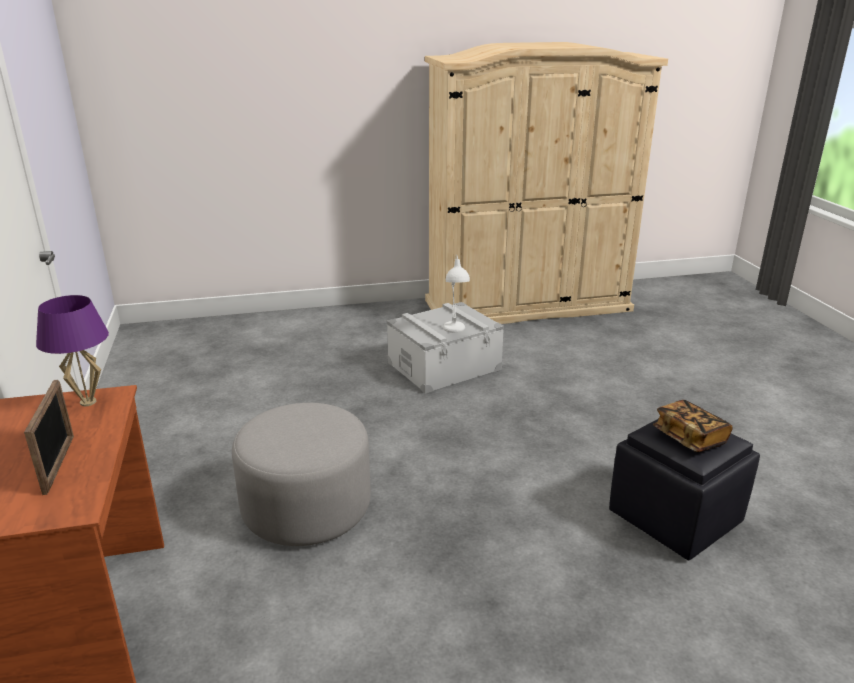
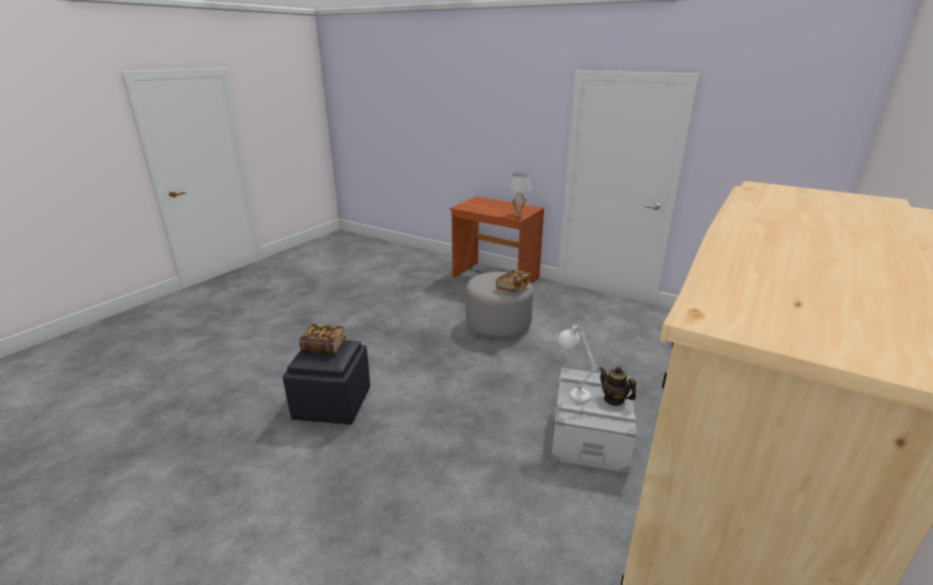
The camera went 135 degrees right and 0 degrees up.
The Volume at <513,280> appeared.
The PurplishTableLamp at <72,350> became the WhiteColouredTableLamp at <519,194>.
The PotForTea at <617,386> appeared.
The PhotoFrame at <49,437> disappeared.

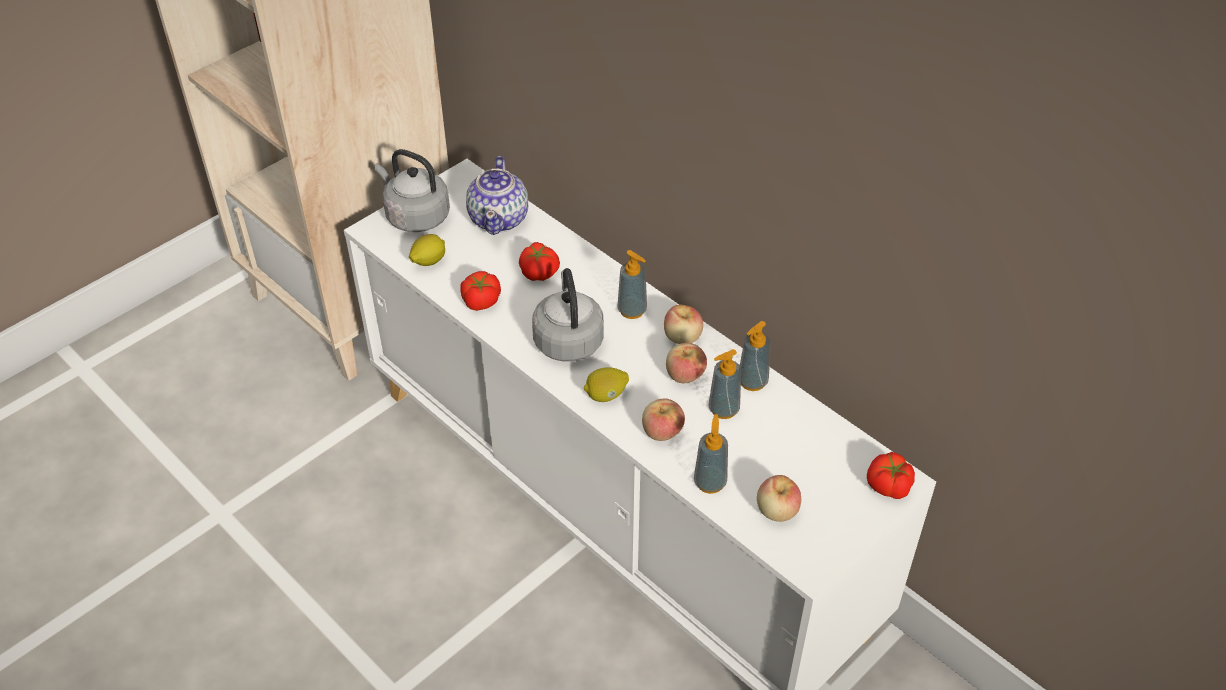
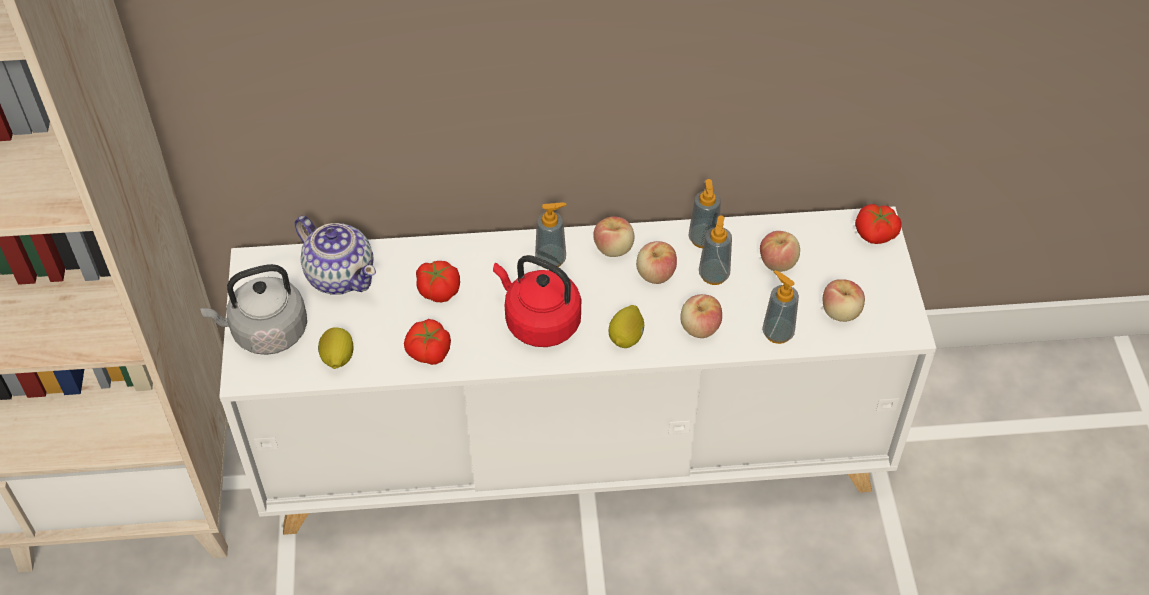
The camera went 50 degrees left and 5 degrees up.
The GreyTeaKettle at <568,315> became the ReddishTeaKettle at <537,301>.
The WholeApple at <780,251> appeared.

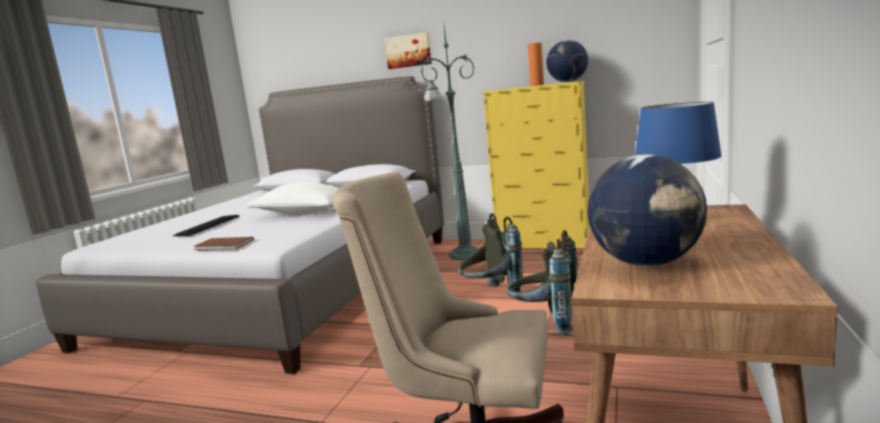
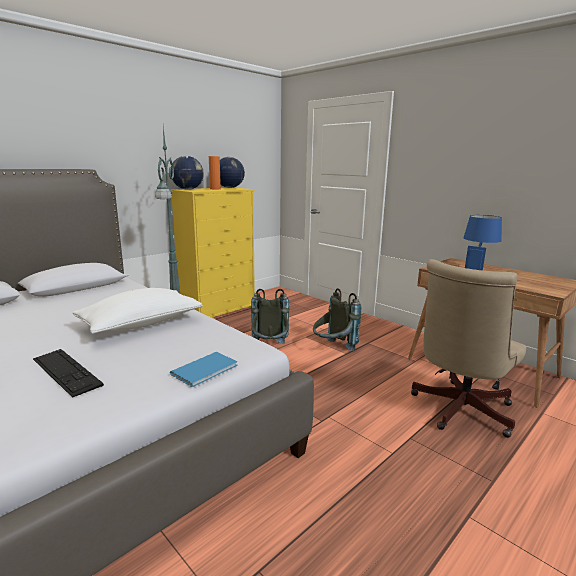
The camera went 65 degrees left and 5 degrees up.
The BrownVolume at <223,243> became the BlueVolume at <203,369>.
The DeskGlobe moved from <647,210> to <187,173>.
The WallArt at <408,50> disappeared.

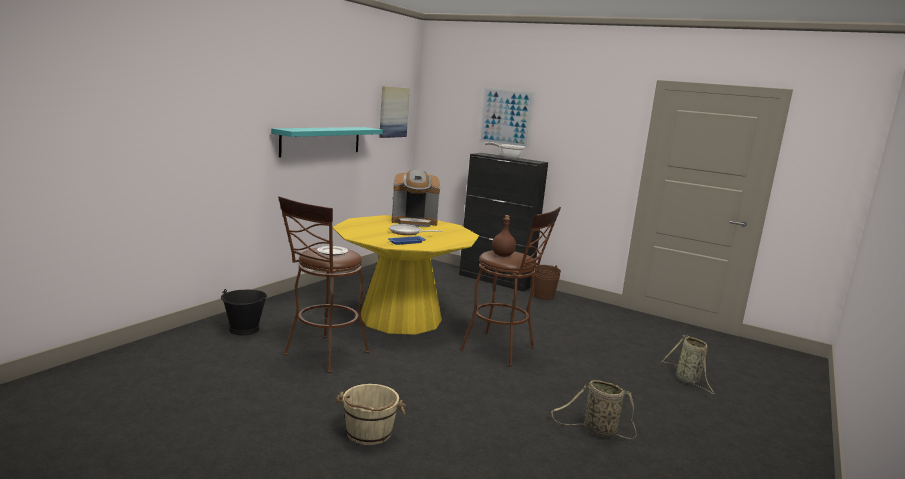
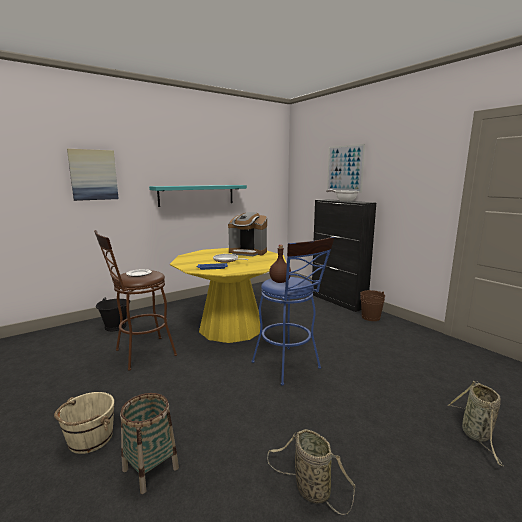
The camera went 25 degrees right and 0 degrees up.
The WallArt moved from <394,112> to <93,175>.
The StorageBasket at <149,443> appeared.
The BrownSittingStool at <510,286> became the BlueSittingStool at <293,311>.

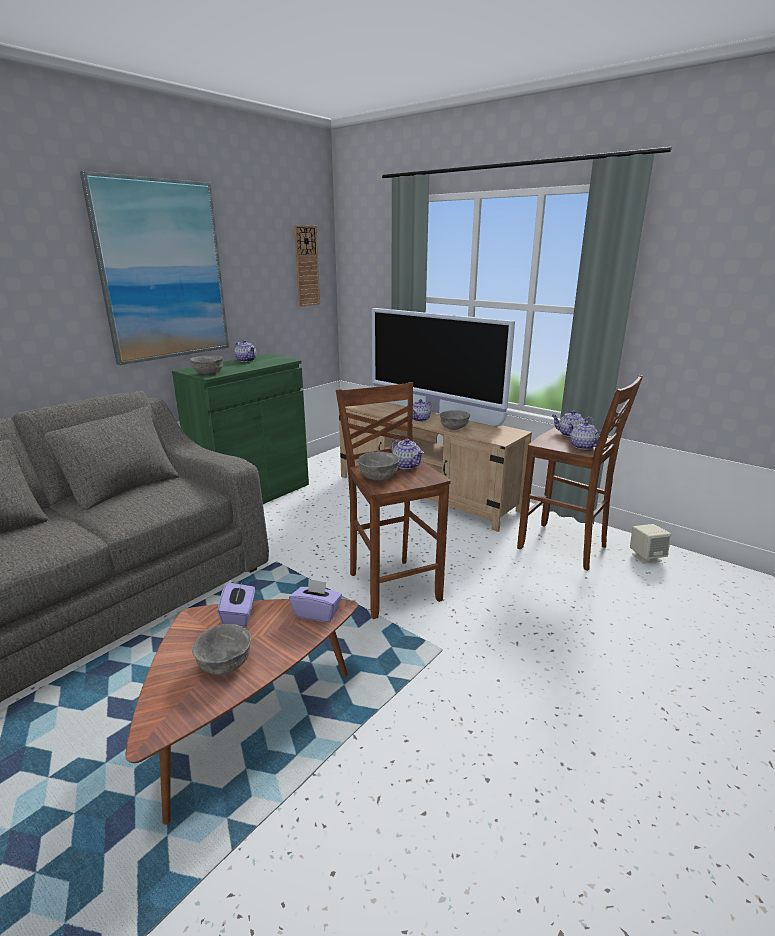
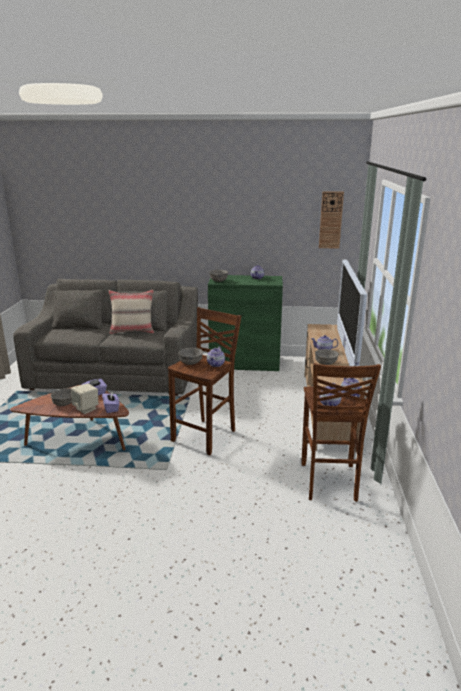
The camera went 55 degrees right and 0 degrees up.
The BeigeLoudspeaker moved from <650,544> to <84,398>.
The BeigeCushion at <131,312> appeared.
The WallArt at <154,268> disappeared.

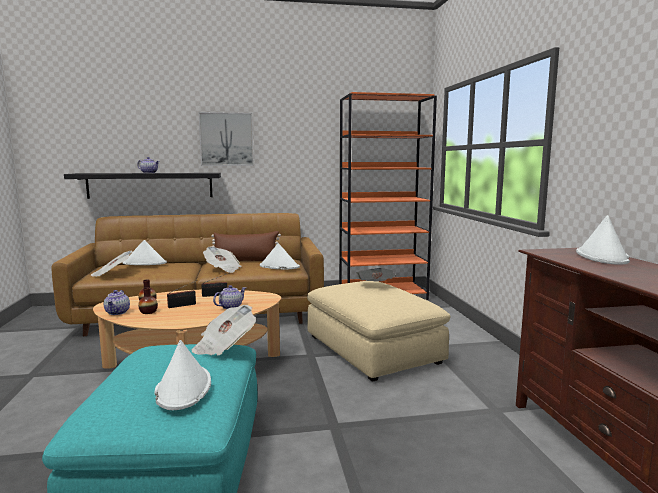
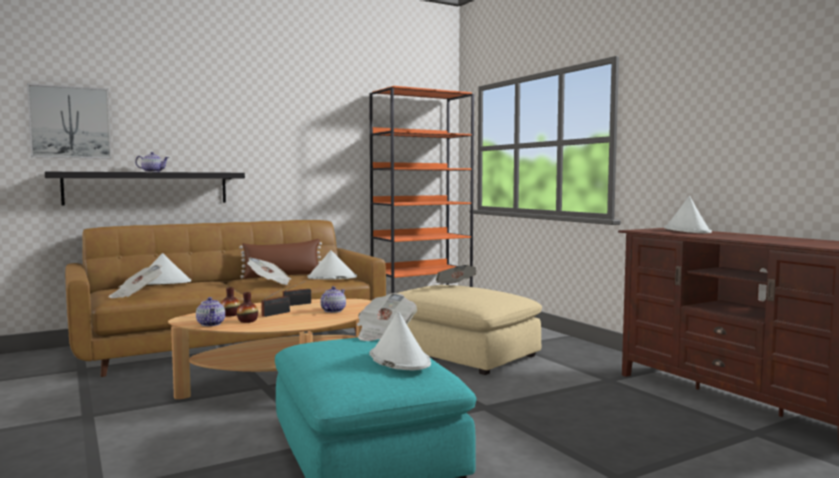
The camera went 20 degrees left and 5 degrees down.
The WallArt moved from <226,139> to <69,121>.

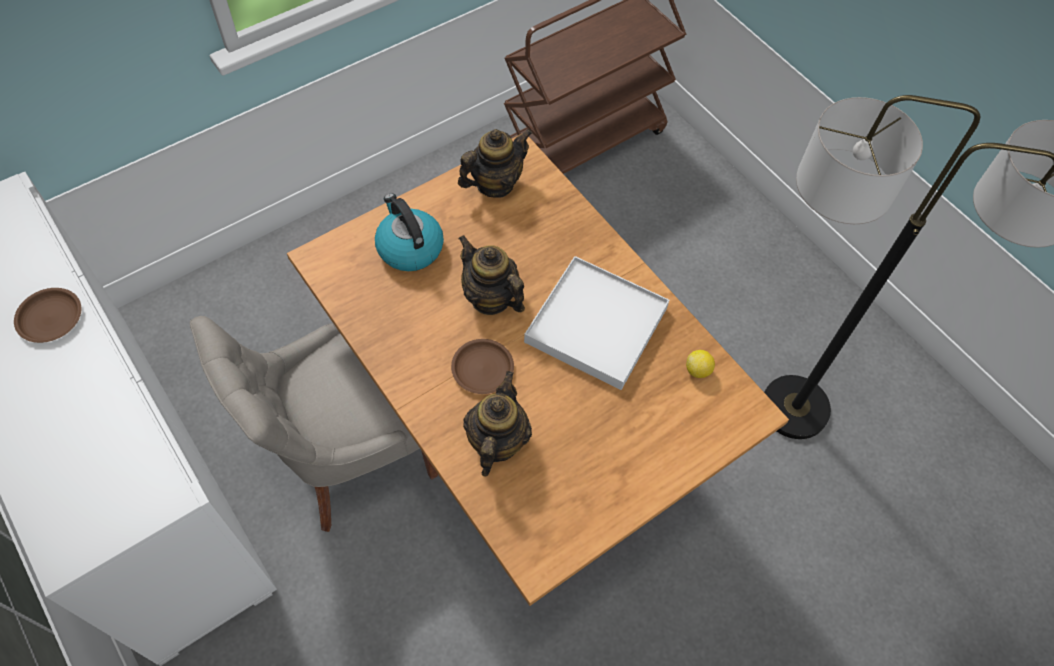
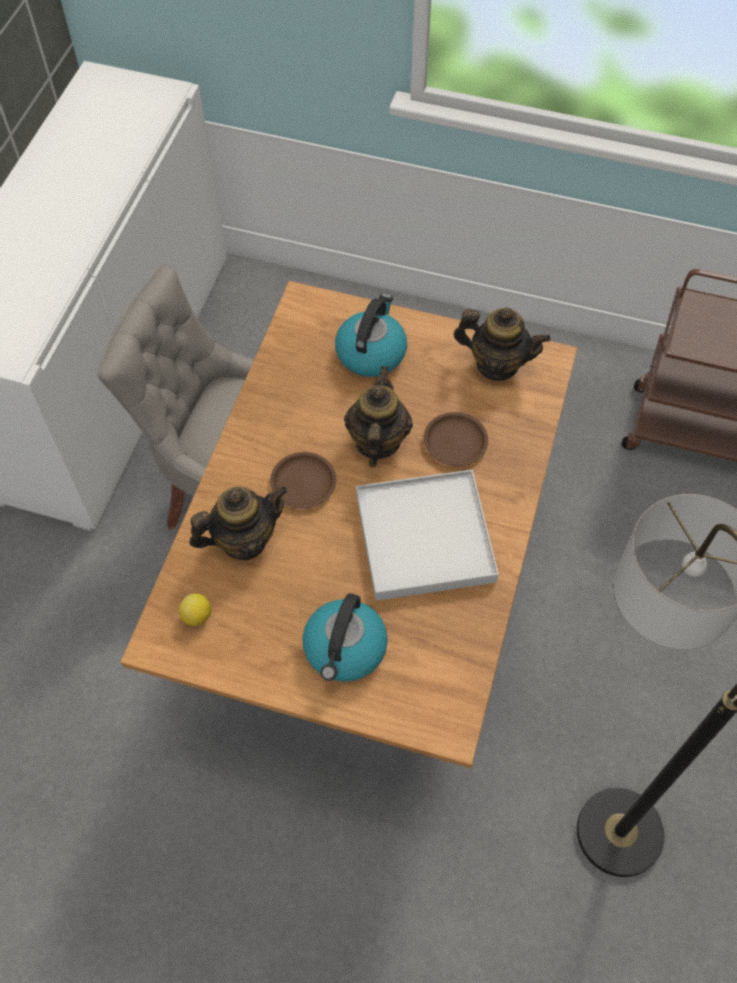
The camera went 55 degrees right and 0 degrees up.
The Lemon moved from <700,364> to <194,609>.
The TeaKettle at <345,637> appeared.
The BrownPlate moved from <48,315> to <455,439>.

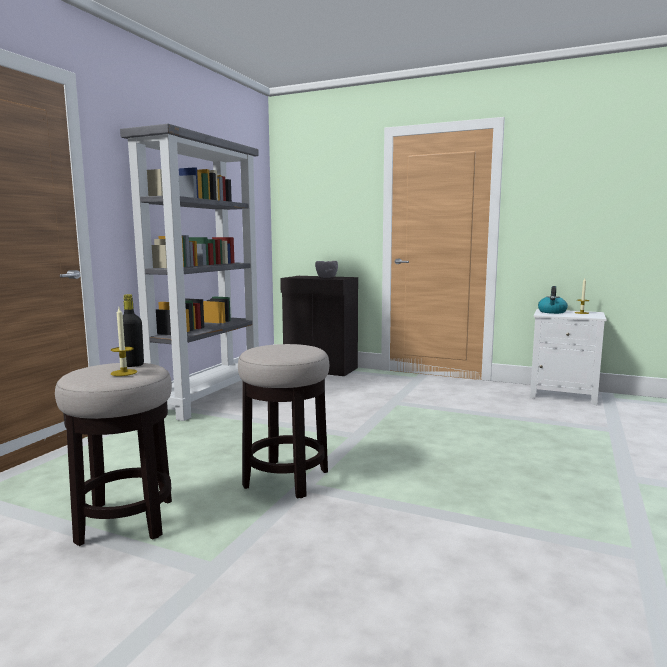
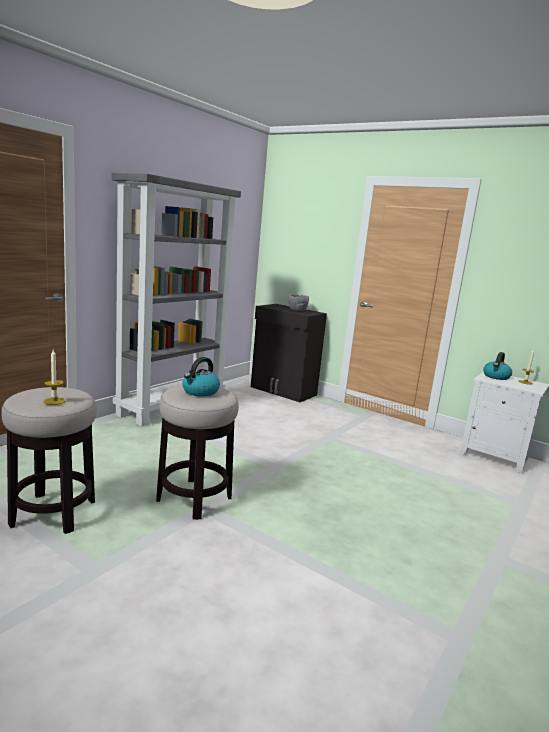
The camera went 10 degrees right and 5 degrees up.
The TeaKettle at <201,377> appeared.
The BlackColouredBeverageBottle at <133,330> disappeared.

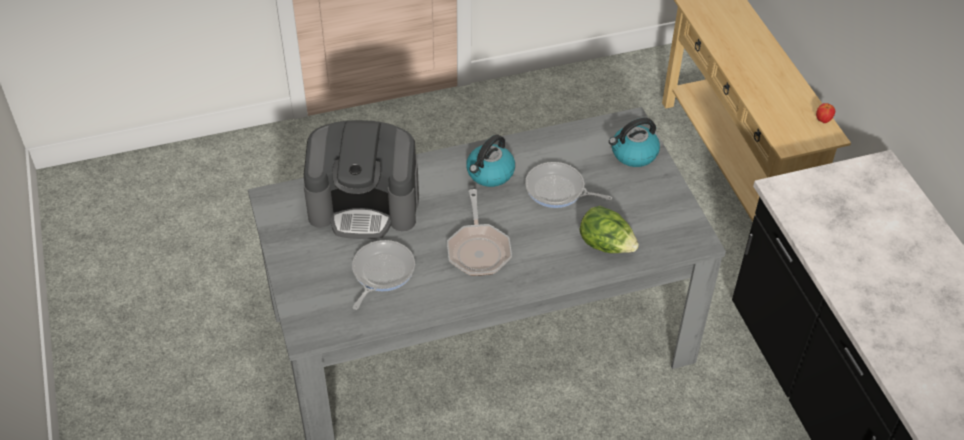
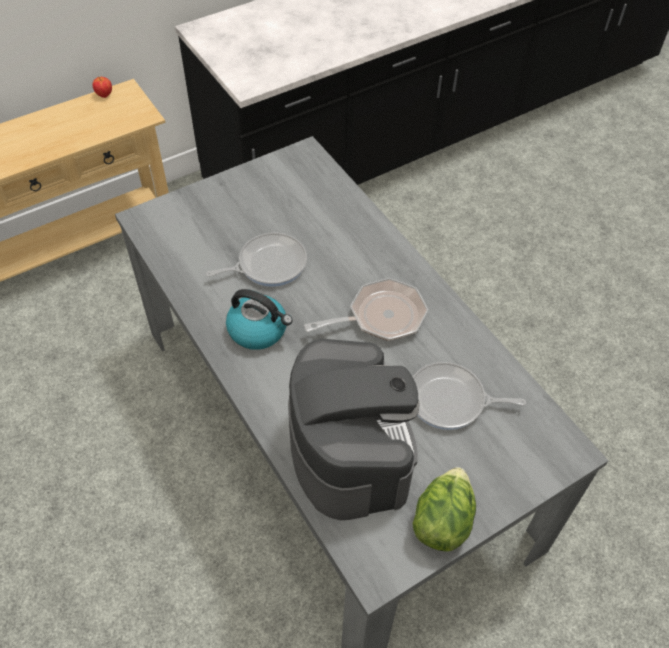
The camera went 105 degrees left and 5 degrees up.
The FryingPan at <568,185> turned 120 degrees counterclockwise.
The HeadOfLettuce moved from <609,229> to <444,509>.
The TeaKettle at <634,142> disappeared.

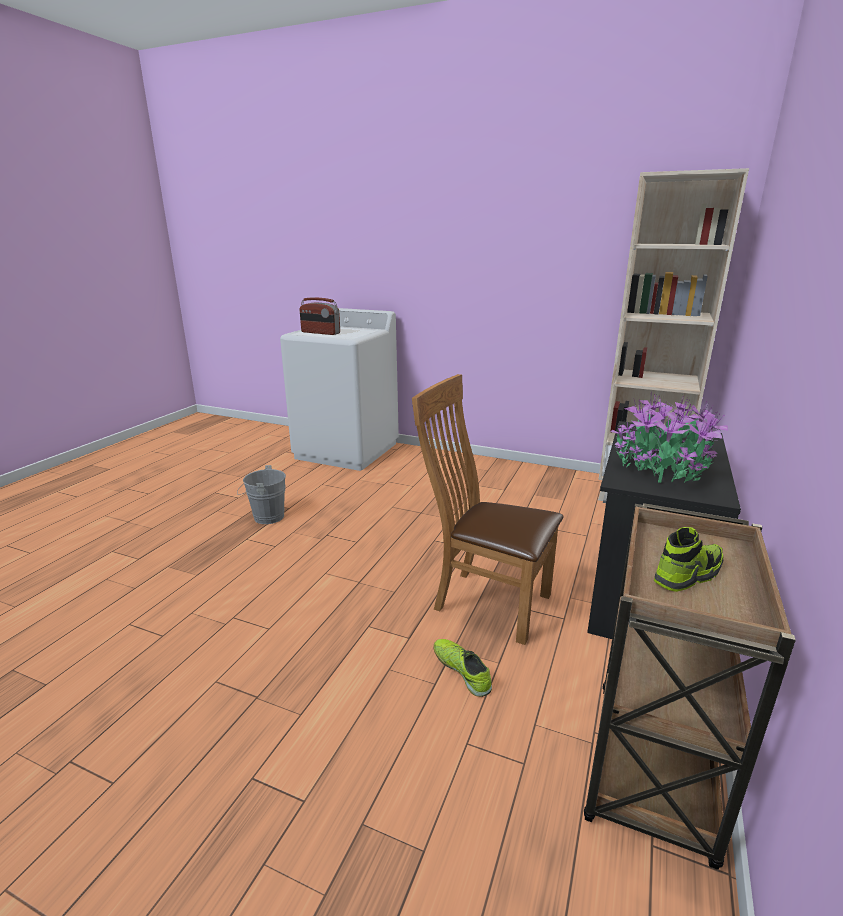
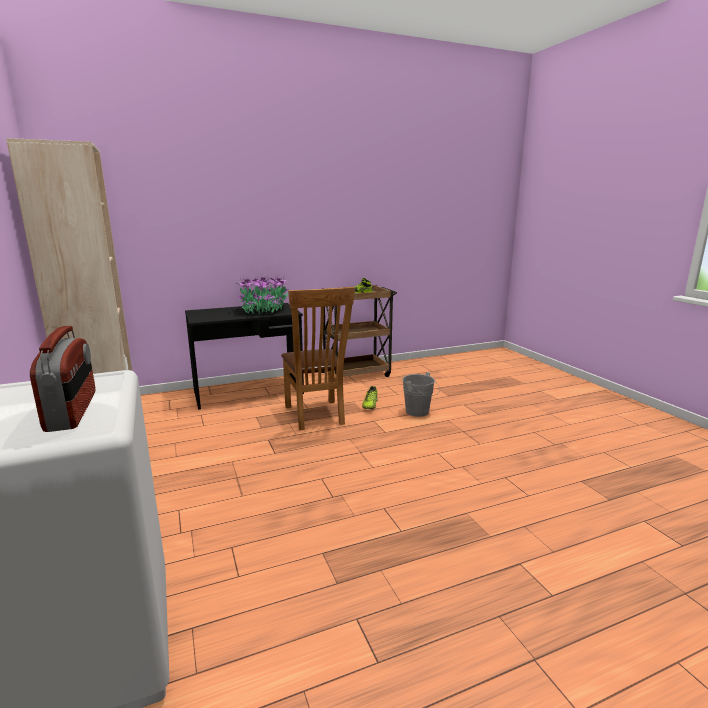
The camera went 135 degrees left and 5 degrees down.
The GreyBucket moved from <261,494> to <421,394>.

